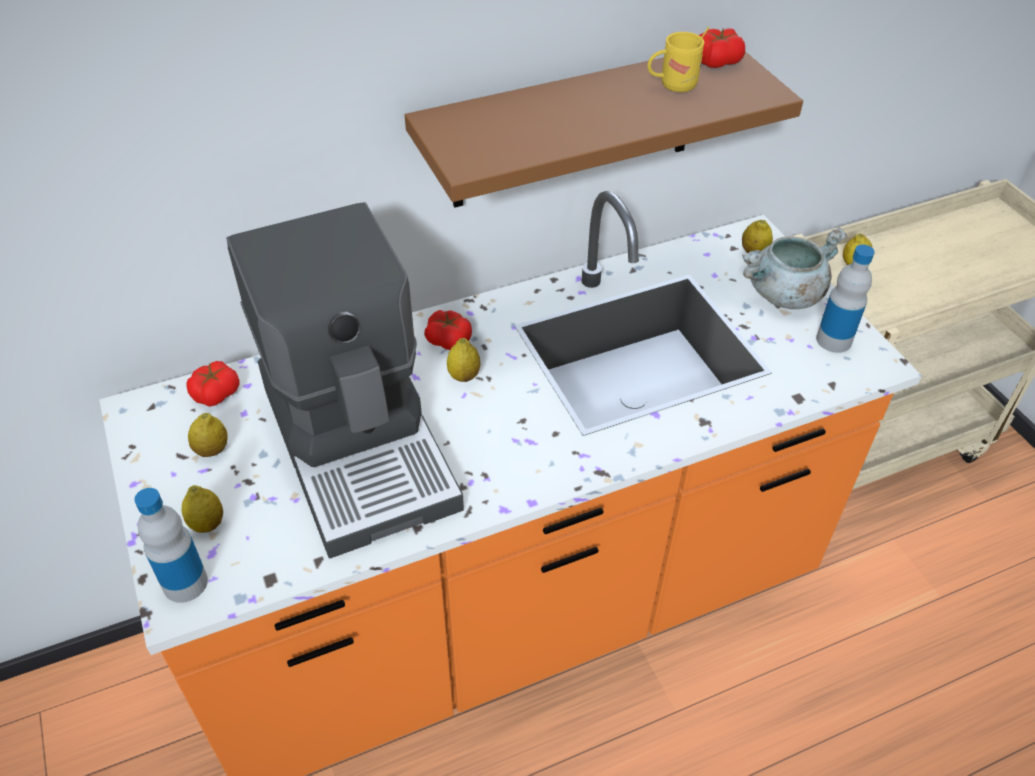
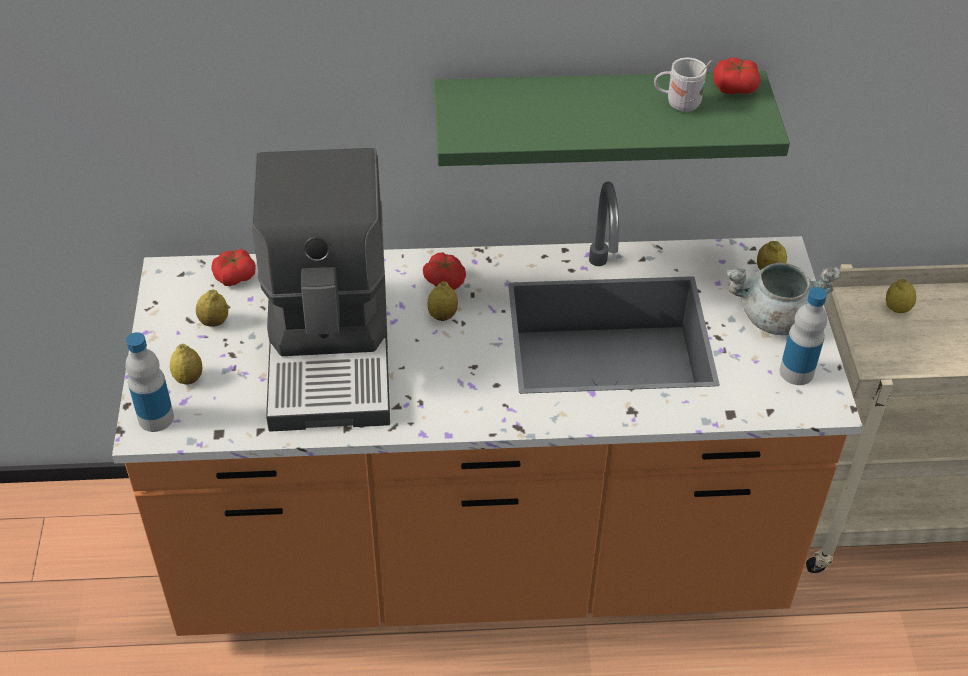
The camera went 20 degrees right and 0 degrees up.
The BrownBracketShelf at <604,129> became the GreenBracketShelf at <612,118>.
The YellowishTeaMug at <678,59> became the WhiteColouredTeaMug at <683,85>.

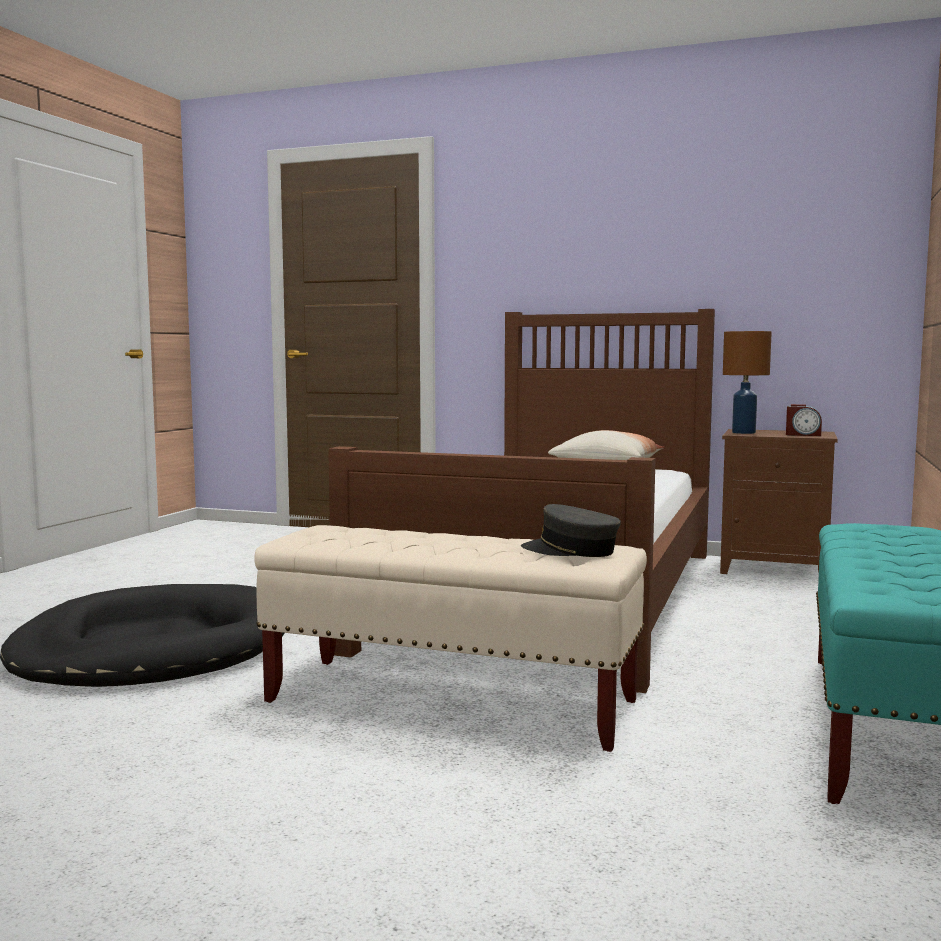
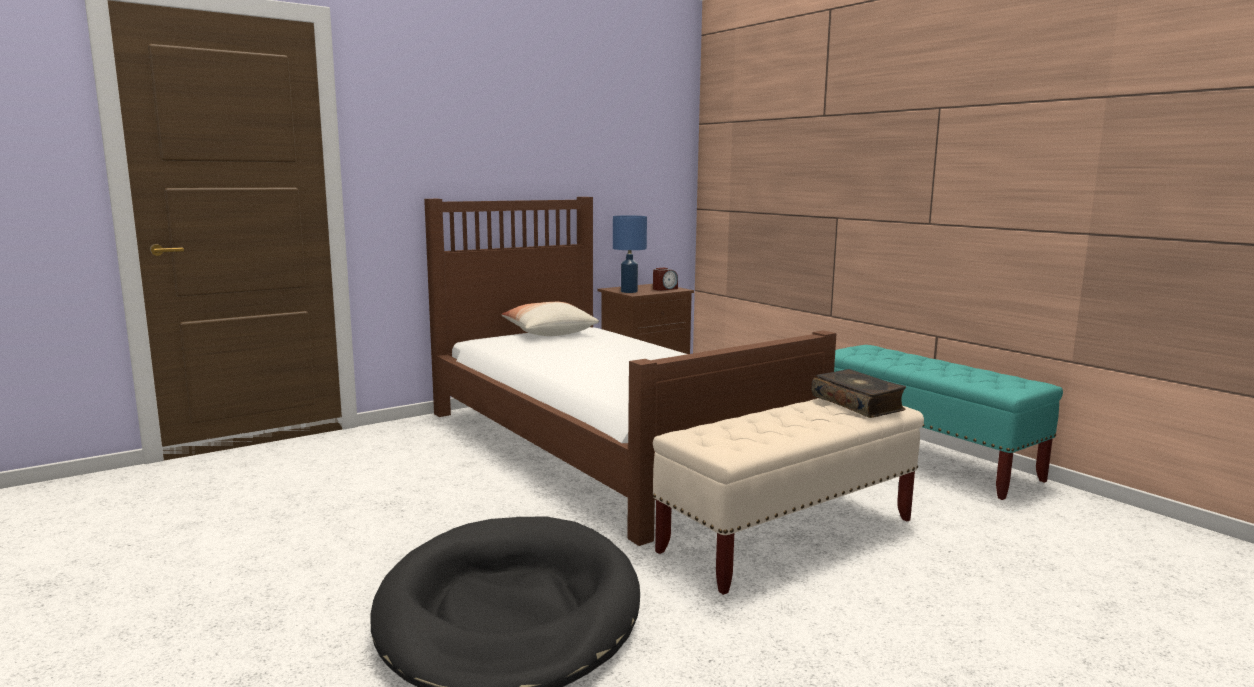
The camera went 55 degrees left and 5 degrees up.
The BrownTableLamp at <747,382> became the BlueTableLamp at <630,254>.
The GreyPeakedCap at <571,530> was replaced by the Volume at <858,393>.

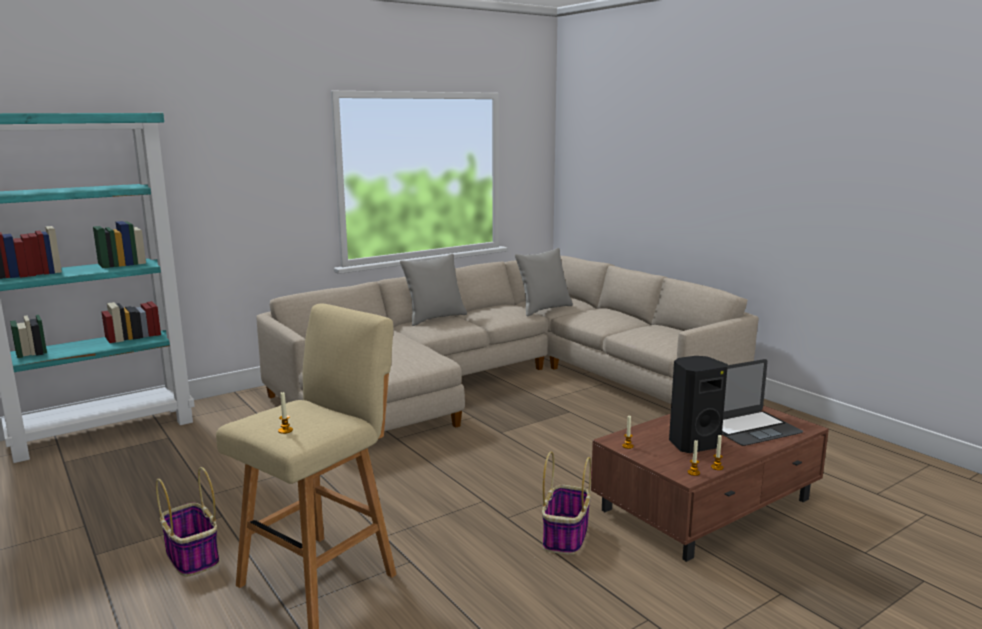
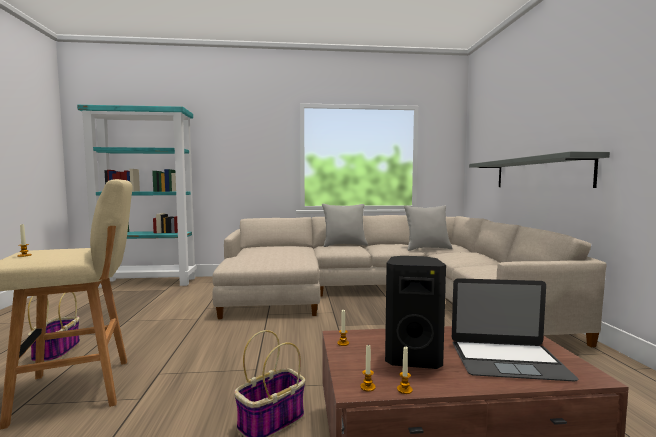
The camera went 30 degrees right and 10 degrees down.
The GreyBracketShelf at <539,170> appeared.

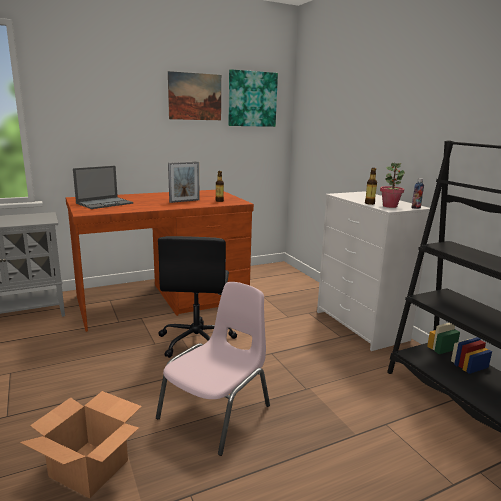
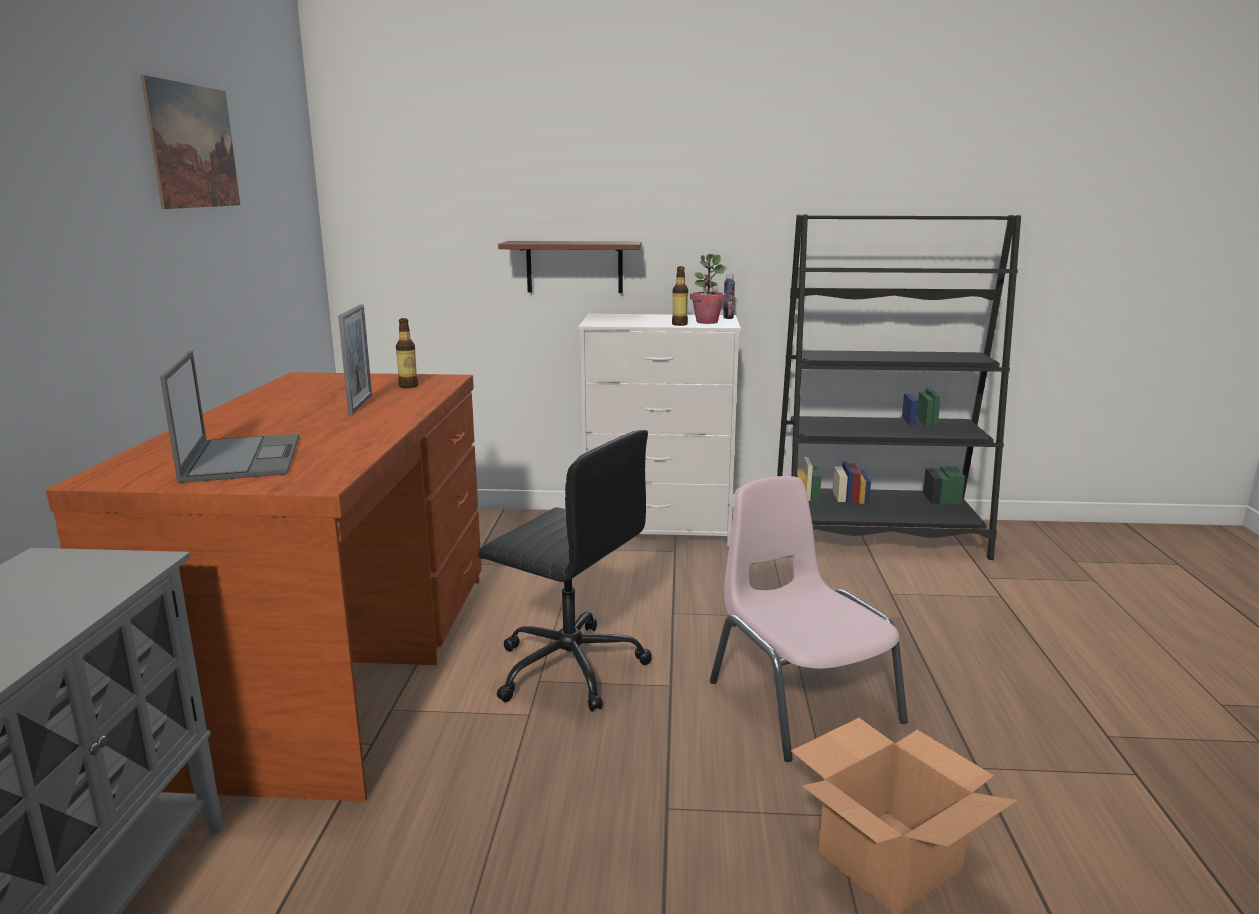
The camera went 60 degrees left and 0 degrees up.
The BrownBracketShelf at <570,267> appeared.
The WallArt at <253,98> disappeared.

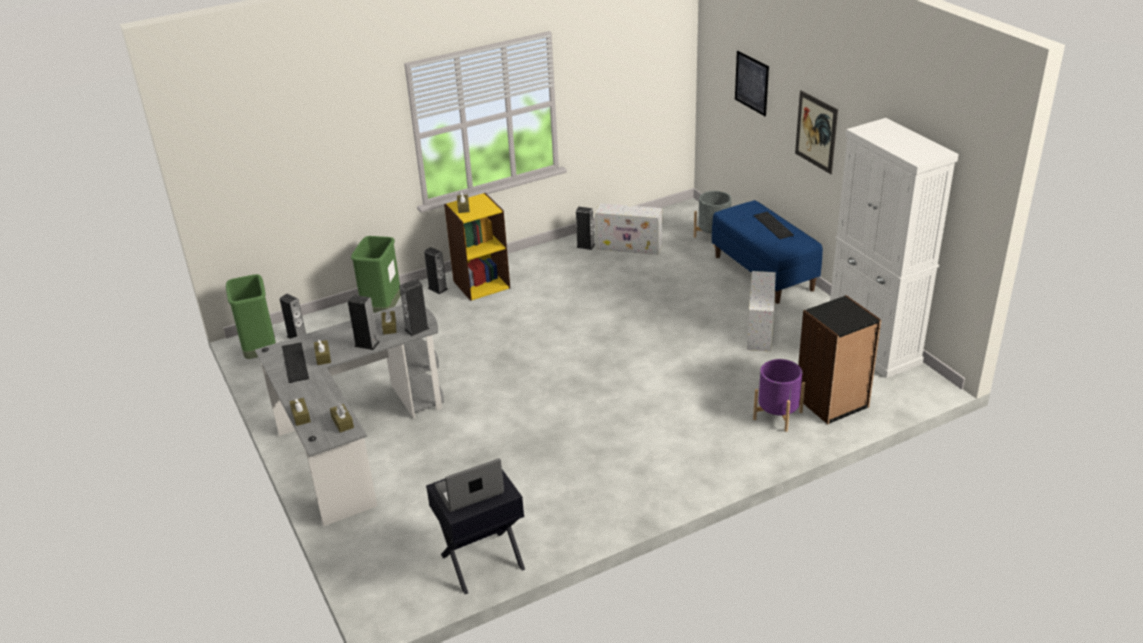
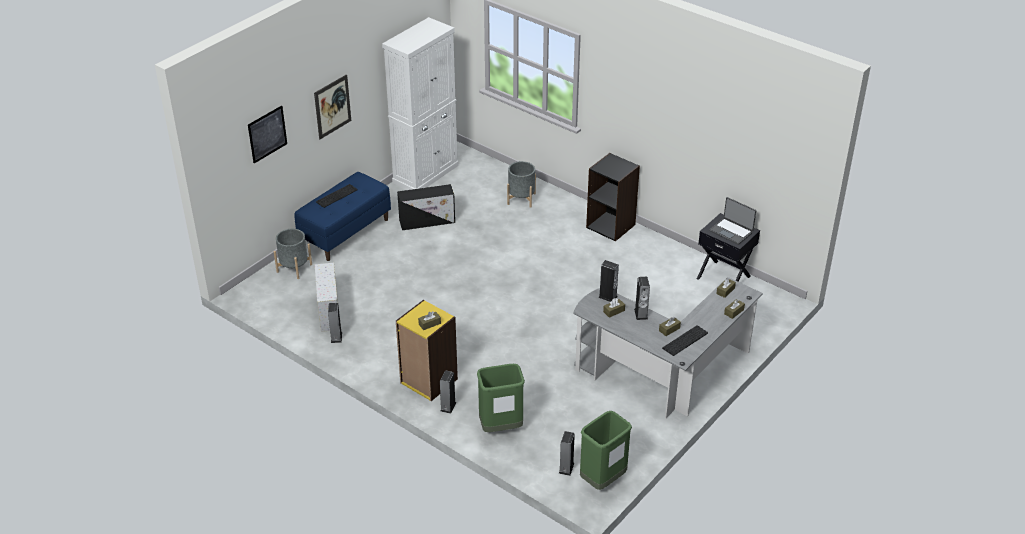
The camera went 115 degrees left and 5 degrees up.
The WhiteColouredStorageContainer at <761,311> became the BlackColouredStorageContainer at <426,207>.
The PurplishPlantPot at <779,395> became the GreyPlantPot at <521,184>.
The BlackColouredBookcase moved from <839,359> to <613,197>.

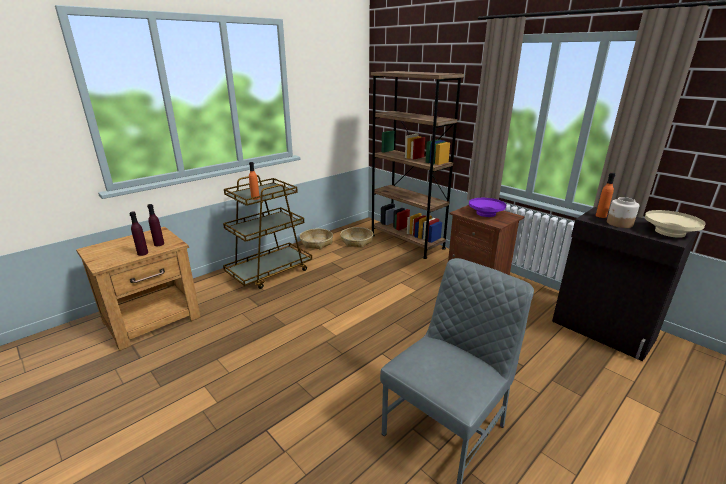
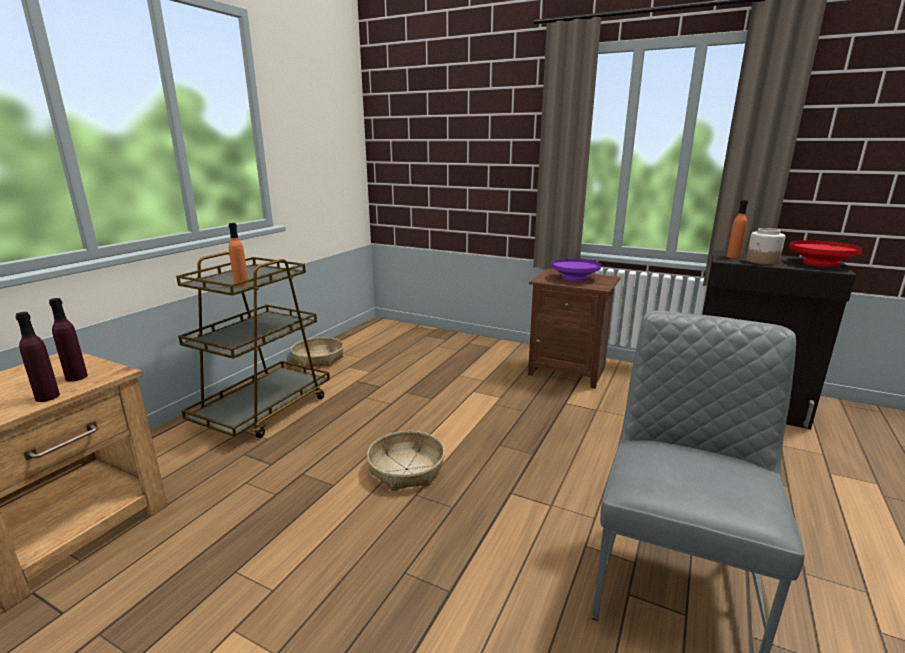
The camera went 20 degrees left and 5 degrees down.
The StorageBasket moved from <356,237> to <406,461>.
The BeigeServingBowl at <675,224> became the ReddishServingBowl at <825,253>.
The BrownBookcase at <417,165> disappeared.

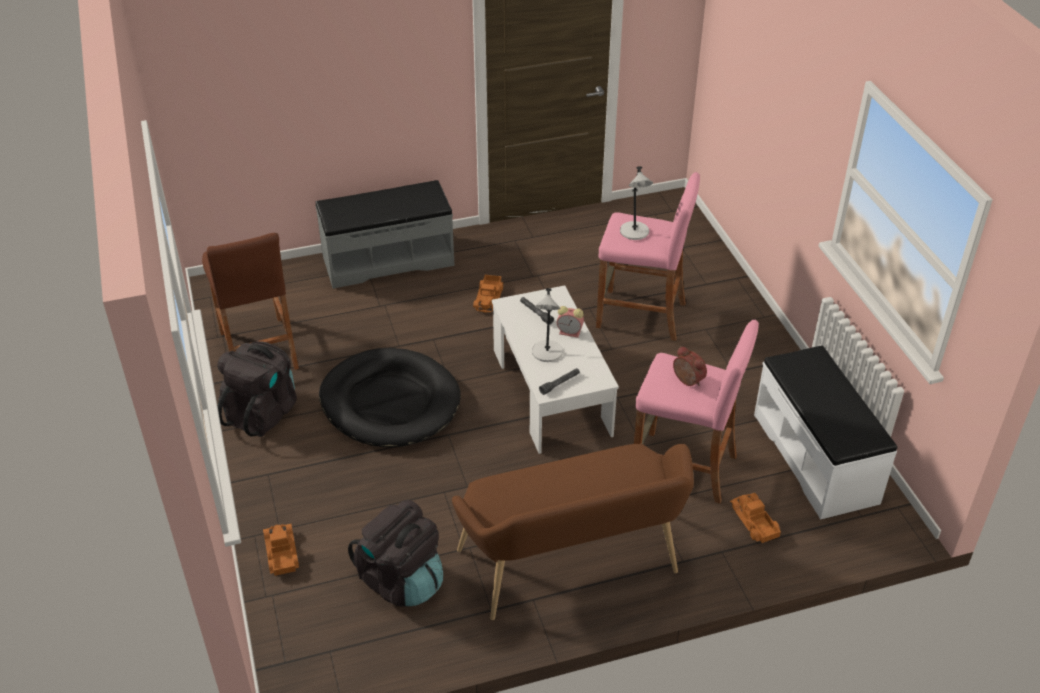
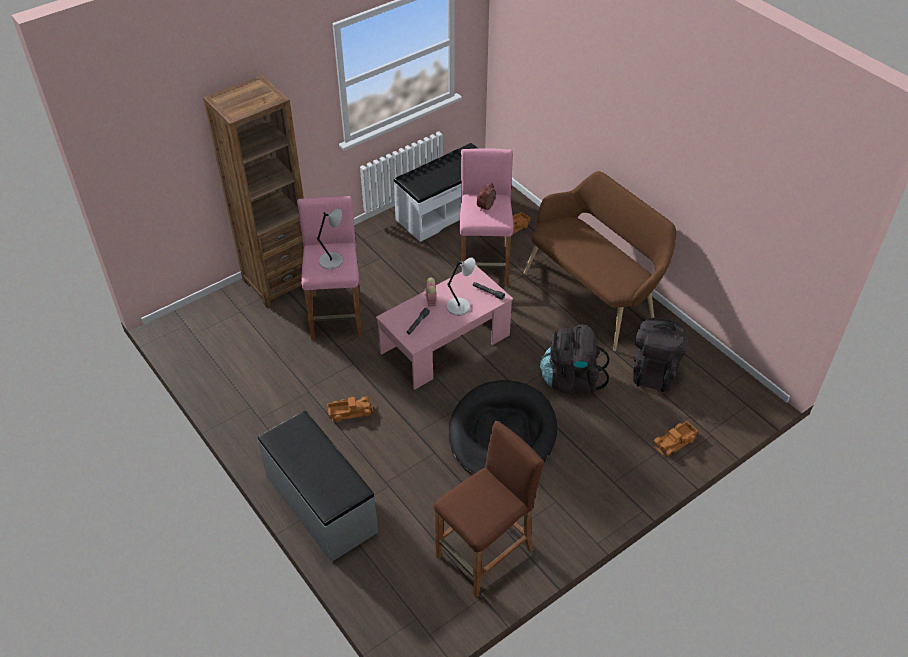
The camera went 110 degrees left and 5 degrees up.
The BrownBookcase at <253,191> appeared.
The WhiteColouredCoffeeTable at <555,369> became the PinkishCoffeeTable at <444,327>.
The BlackColouredBackpack moved from <257,389> to <574,359>.

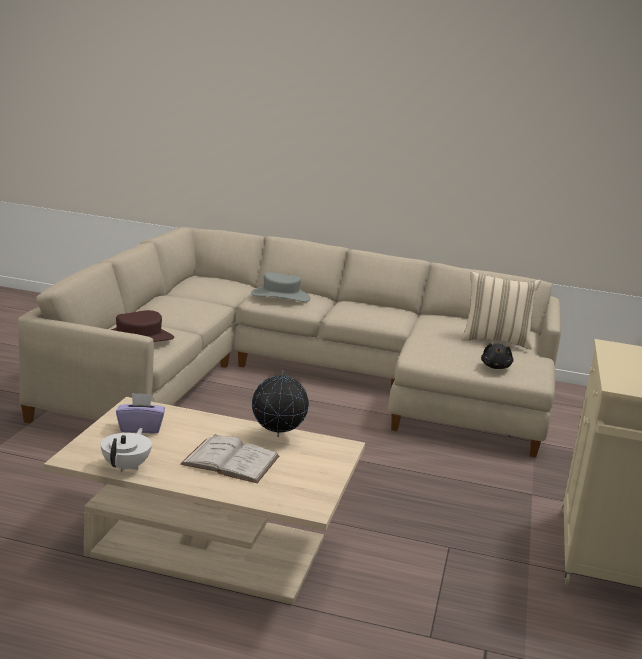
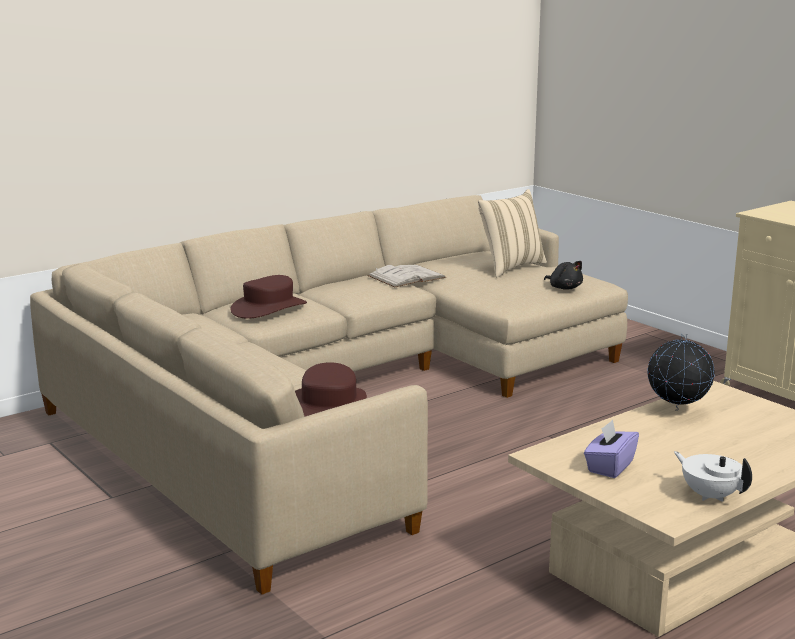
The camera went 50 degrees left and 0 degrees up.
The GreyWearableHat at <281,287> became the BrownWearableHat at <268,297>.
The WhiteColouredVolume moved from <230,458> to <406,276>.

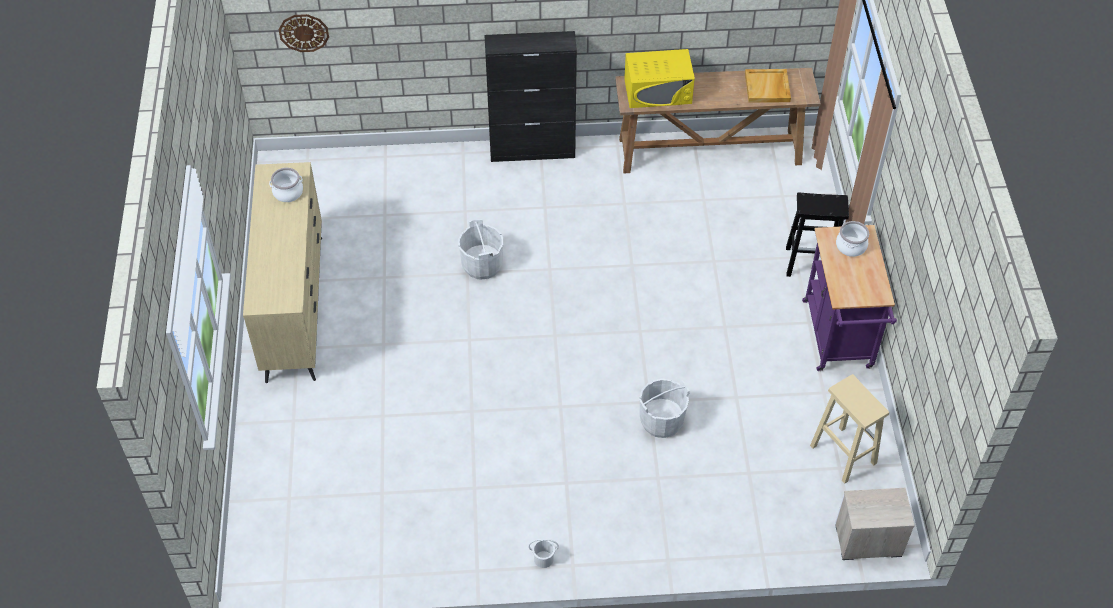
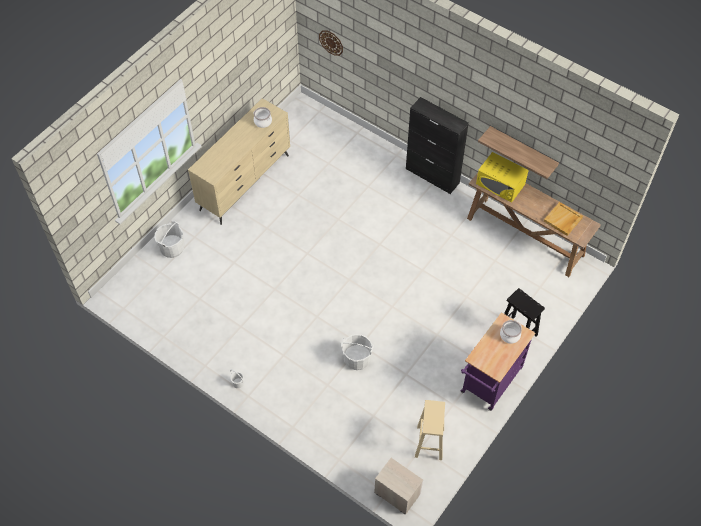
The camera went 40 degrees right and 5 degrees up.
The WhiteColouredBucket moved from <480,249> to <169,239>.
The BracketShelf at <518,152> appeared.

